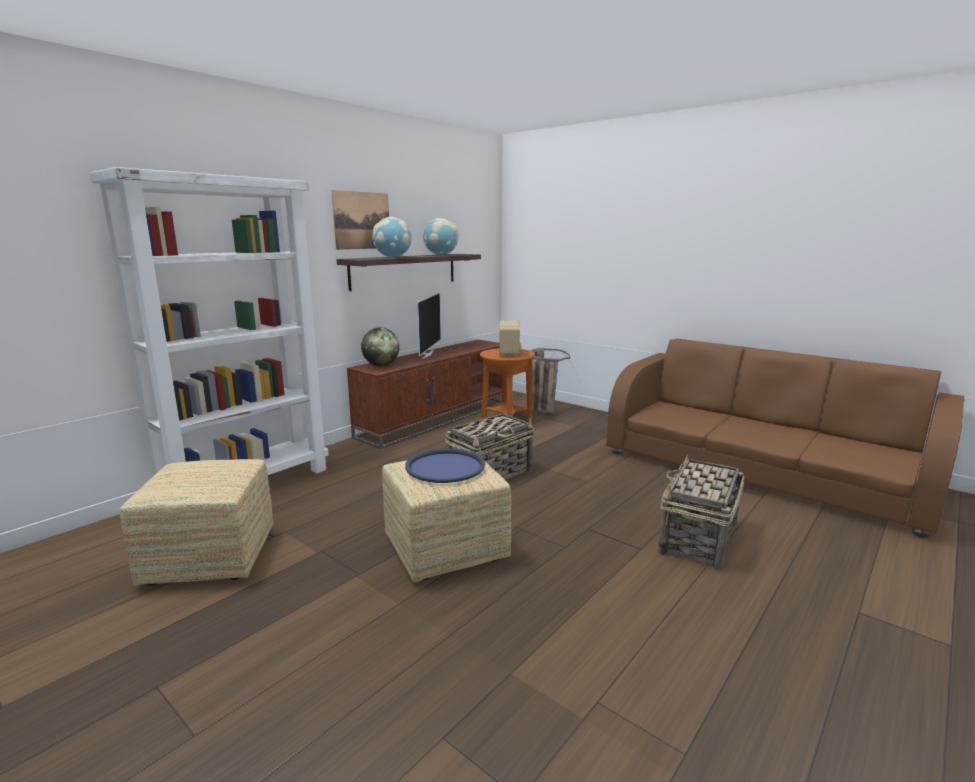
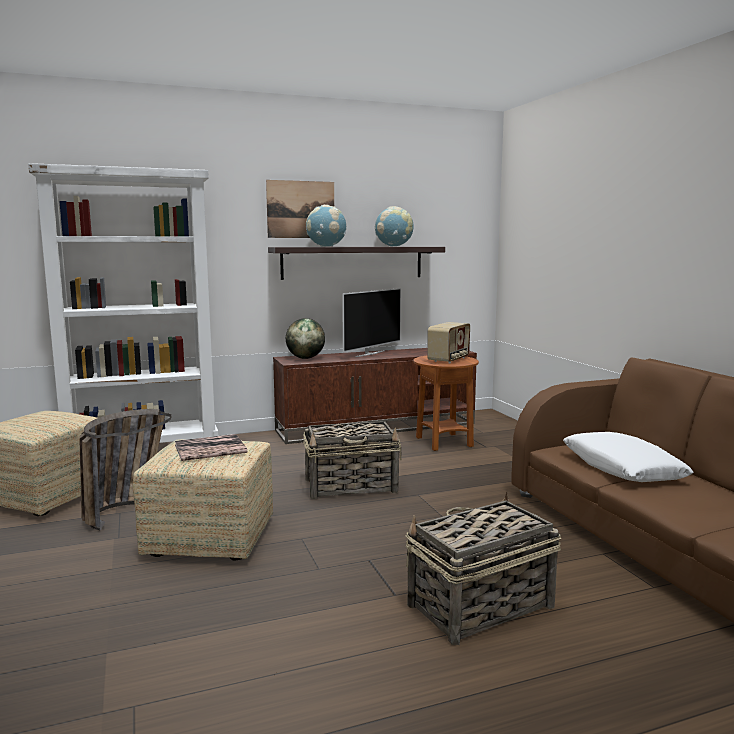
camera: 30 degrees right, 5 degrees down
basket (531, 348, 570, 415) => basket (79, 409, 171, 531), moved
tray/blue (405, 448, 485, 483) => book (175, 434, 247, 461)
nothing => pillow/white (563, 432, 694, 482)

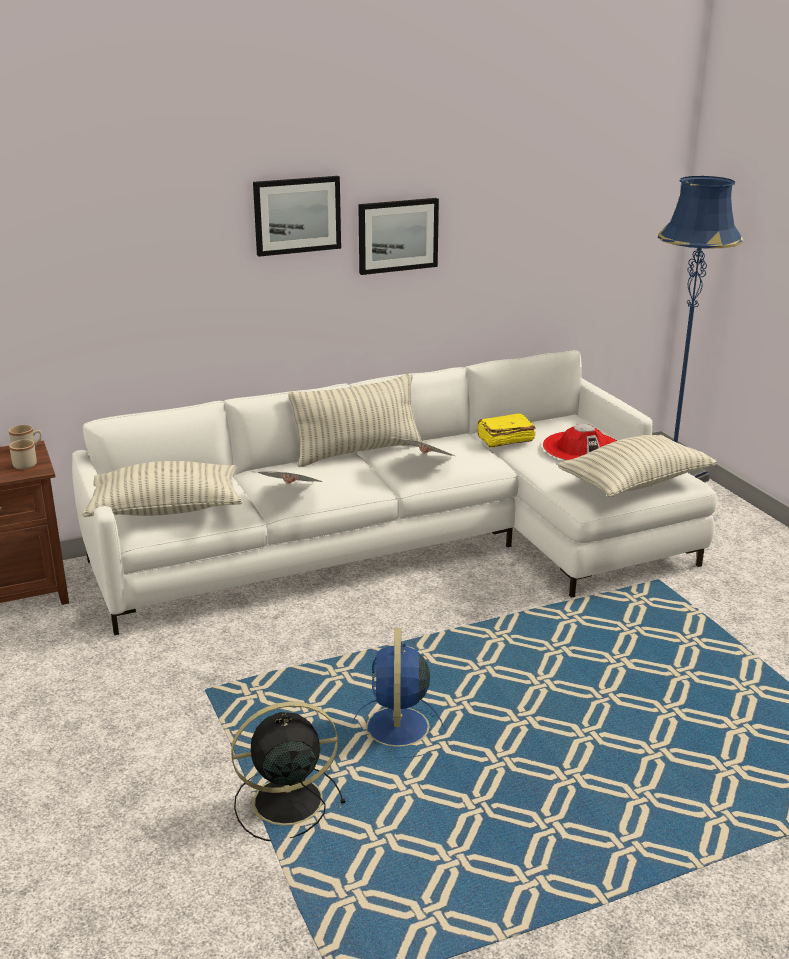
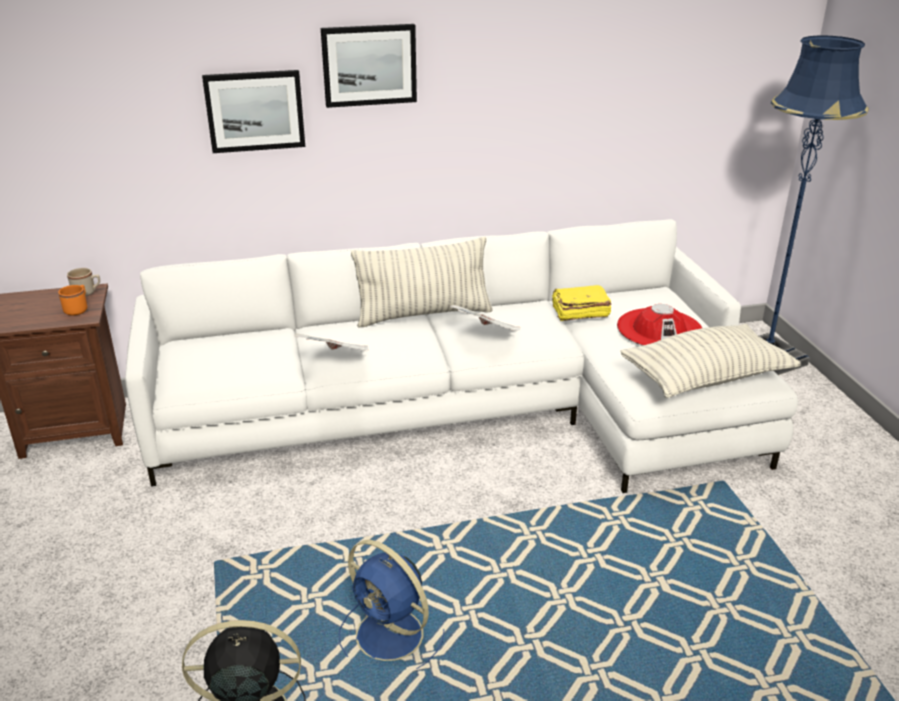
camera: 10 degrees right, 5 degrees up
mug/beige (9, 439, 37, 470) => mug/orange (58, 285, 87, 316)
picture (358, 198, 439, 275) => picture (202, 70, 305, 153), moved
fan/blue (353, 628, 445, 758) => fan/blue (339, 540, 444, 669), 60 degrees counterclockwise
pillow (82, 461, 243, 517) => nothing

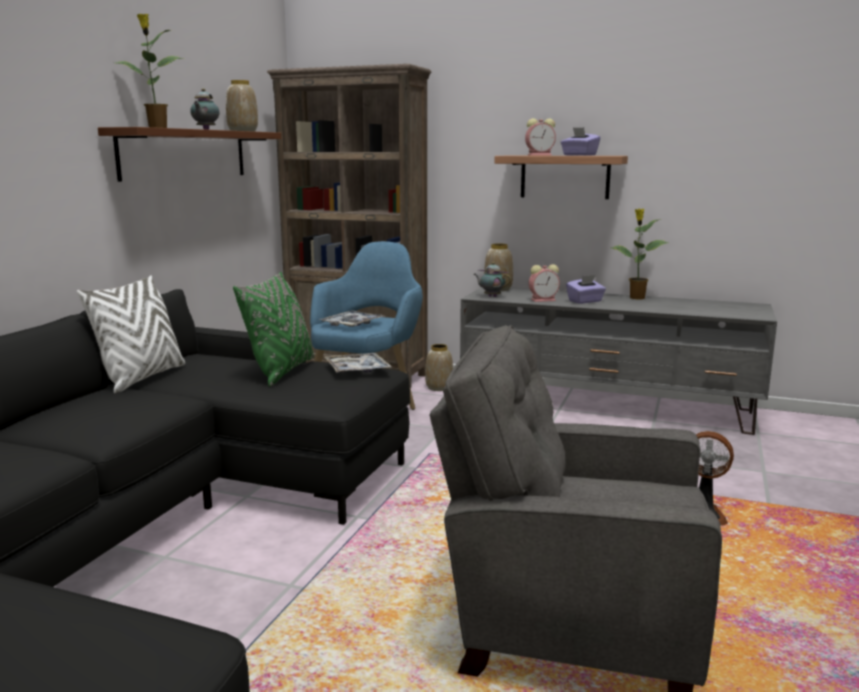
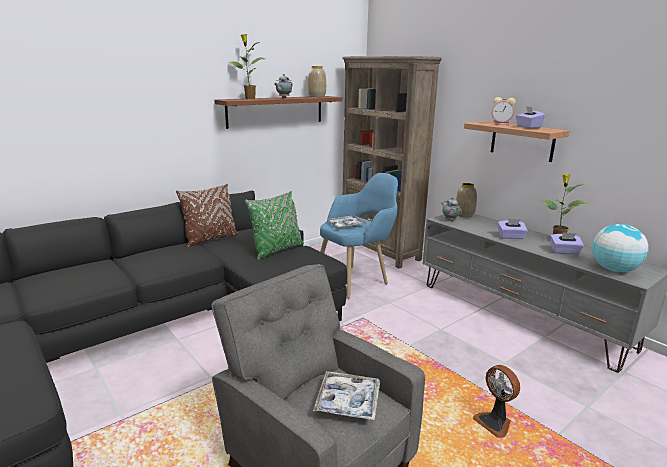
camera: 30 degrees right, 5 degrees up
pillow/white (77, 275, 185, 393) => pillow/brown (176, 184, 239, 247)
tray (325, 353, 391, 372) => tray (313, 371, 380, 420), moved
nothing => tissue box/purple (550, 232, 584, 255)
nothing => globe (592, 224, 649, 272)
vase (425, 344, 453, 391) => nothing
alarm clock (529, 264, 560, 302) => nothing

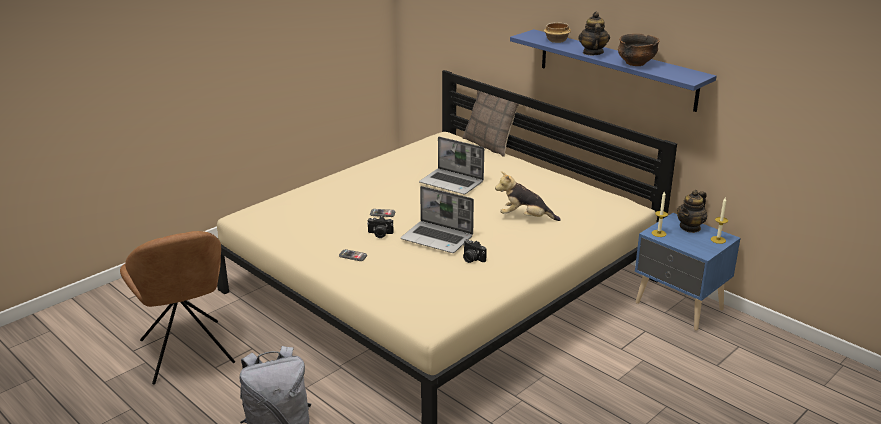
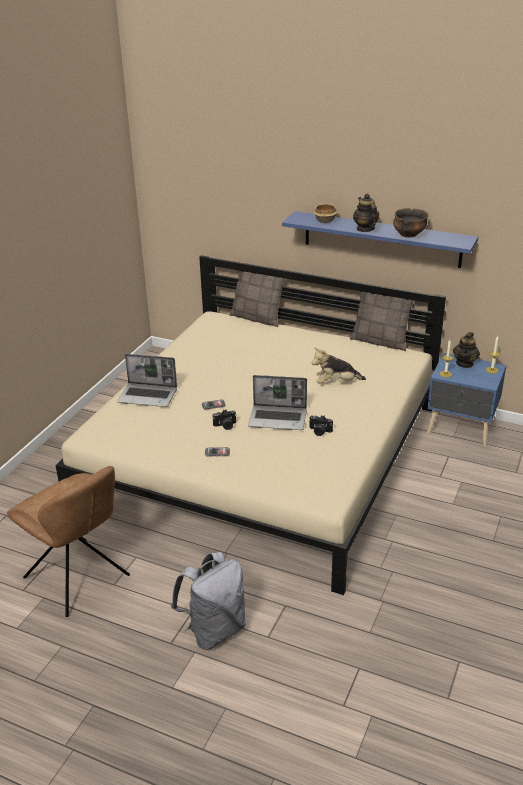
camera: 20 degrees left, 5 degrees up
laptop (419, 137, 484, 194) => laptop (117, 354, 177, 407), moved
nothing => pillow (350, 282, 414, 351)

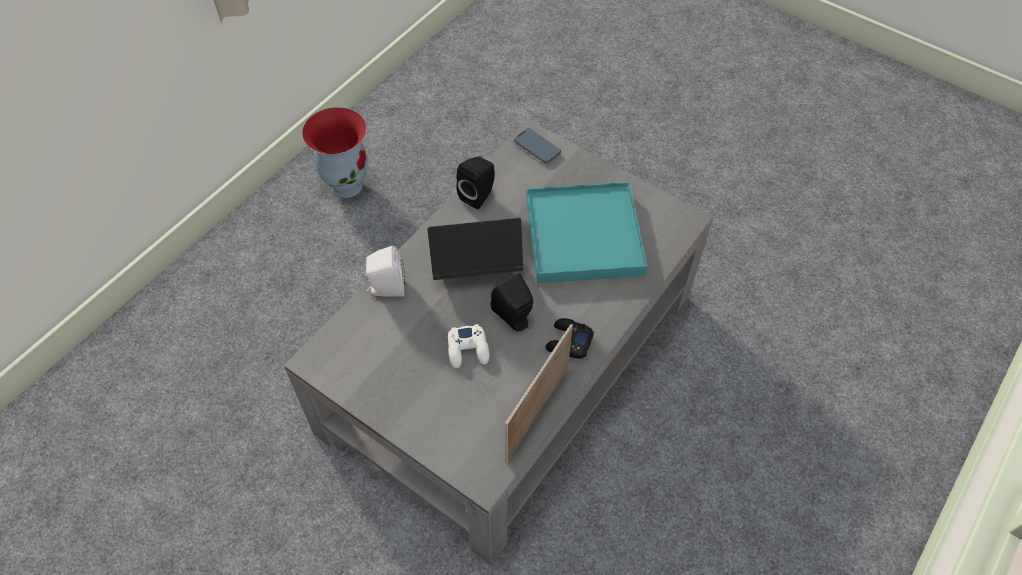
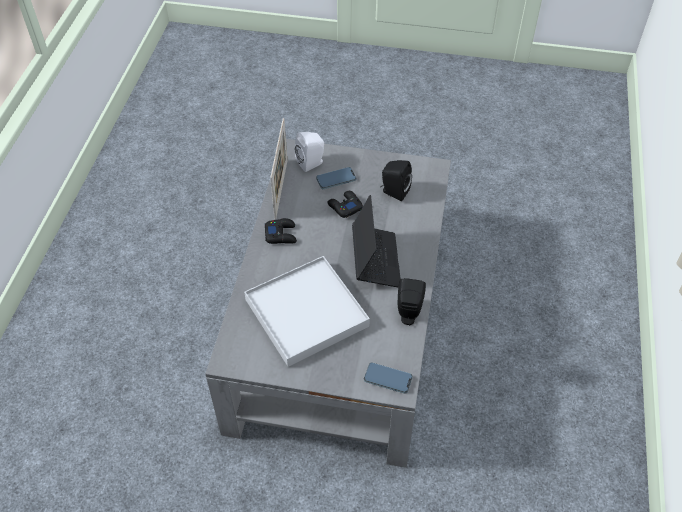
camera: 155 degrees right, 5 degrees down
tray/turquoise (526, 182, 647, 283) => tray/white (244, 256, 370, 367)
speaker/white (366, 246, 405, 297) => speaker/white (295, 132, 324, 172), moved
nothing => phone (316, 167, 356, 189)
game controller/white (448, 324, 489, 368) => game controller/black (327, 191, 363, 218)
laptop (427, 218, 523, 280) => laptop (352, 195, 401, 287), 60 degrees counterclockwise
speaker/black (491, 273, 533, 331) => speaker/black (381, 160, 412, 201), moved
vase (302, 107, 368, 198) => nothing

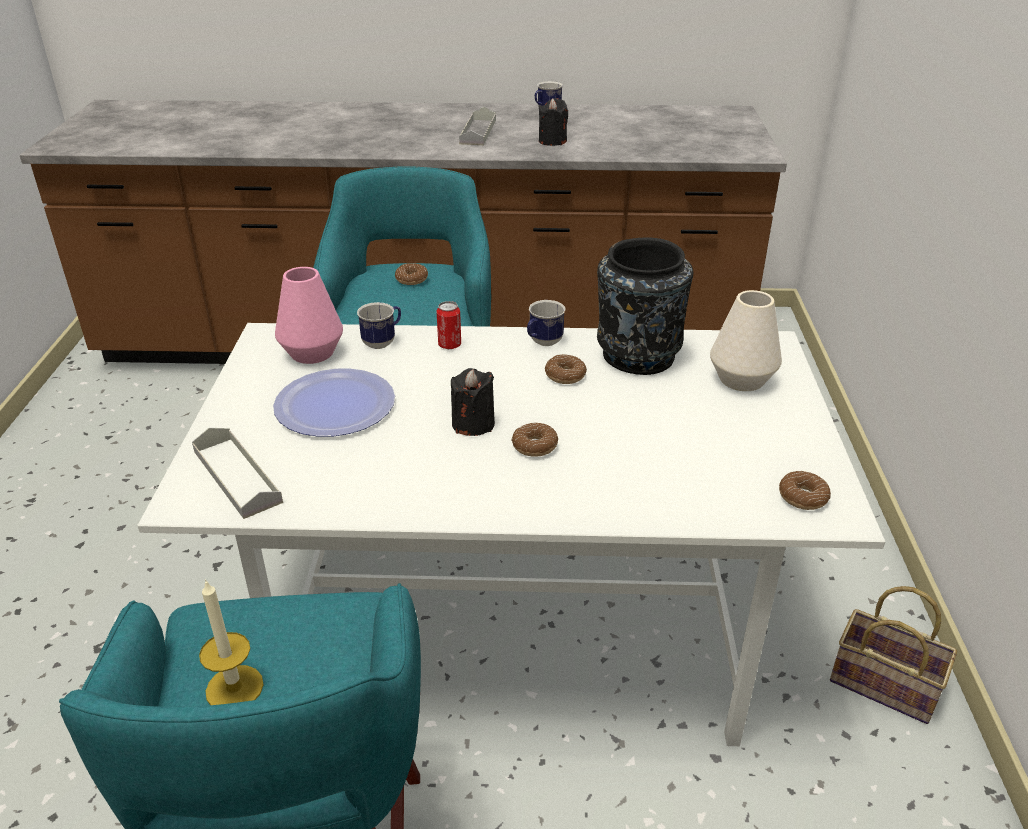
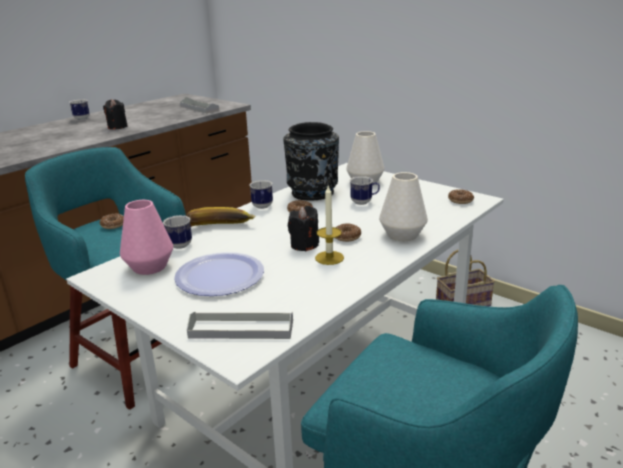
camera: 50 degrees left, 10 degrees down
tray/grey (459, 107, 496, 145) => tray/grey (180, 97, 219, 113), moved
can (436, 301, 461, 349) => banana (186, 207, 255, 225)
candle (199, 579, 264, 705) => candle (315, 186, 344, 265), moved
nothing => mug (350, 176, 380, 205)
nothing => vase/white (379, 172, 428, 241)

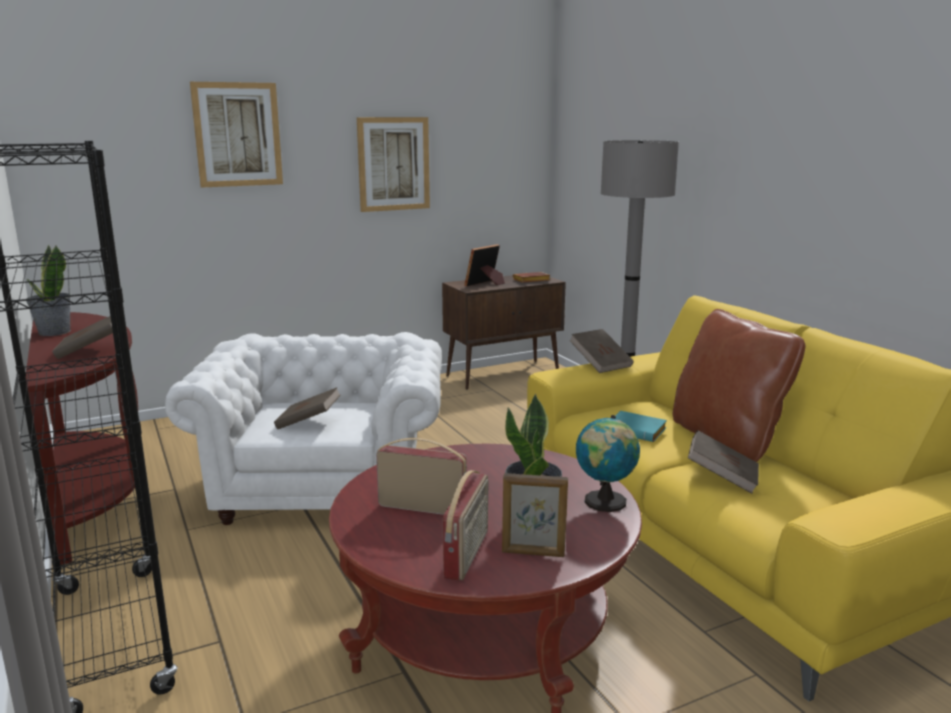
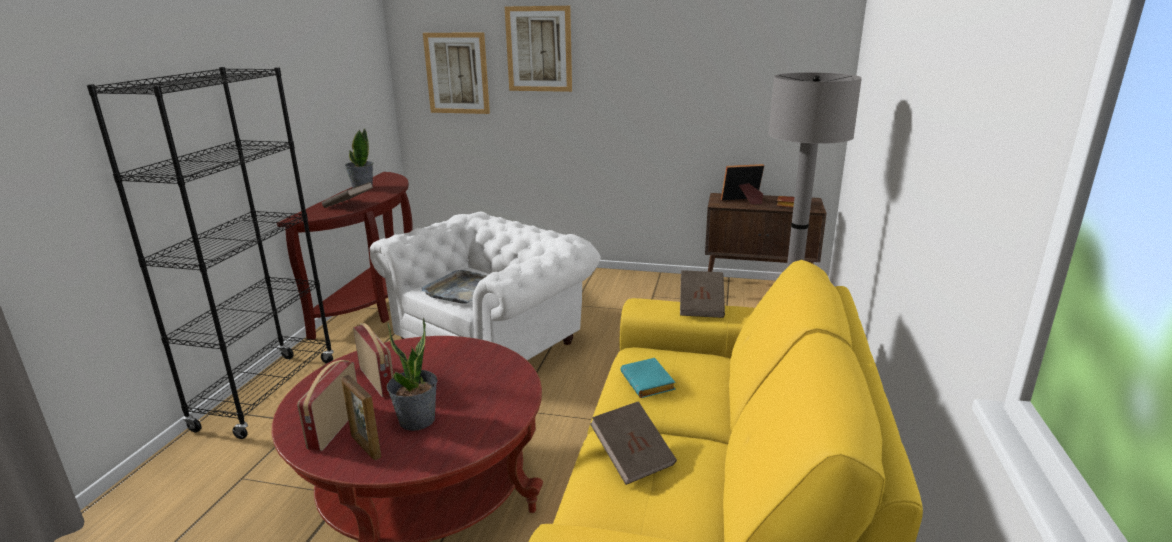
camera: 40 degrees right, 5 degrees up
radio (443, 470, 488, 580) => radio (297, 360, 357, 451), 135 degrees clockwise
book/brown (274, 388, 341, 429) => tray/grey (421, 270, 486, 304)
picture (357, 117, 430, 212) => picture (423, 32, 490, 114), moved
globe (576, 415, 640, 512) => nothing
pillow/brown (673, 309, 805, 462) => nothing

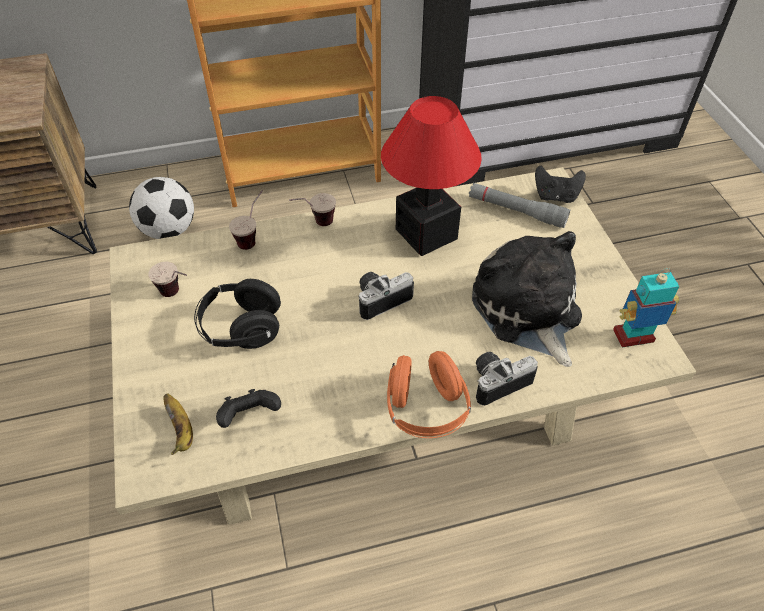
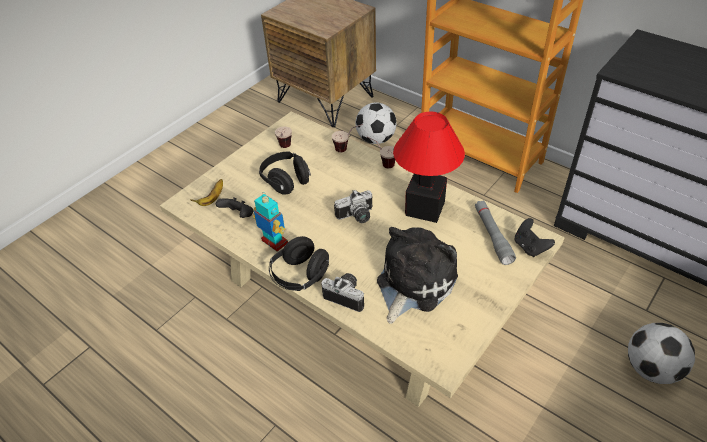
camera: 55 degrees right, 5 degrees down
toy robot (613, 268, 679, 347) => toy robot (253, 192, 288, 252), moved
headphones/orange (387, 351, 471, 438) => headphones/black (269, 236, 329, 291)
photo camera (358, 272, 414, 320) => photo camera (334, 190, 372, 223), 135 degrees clockwise
nothing => football (628, 323, 695, 384)

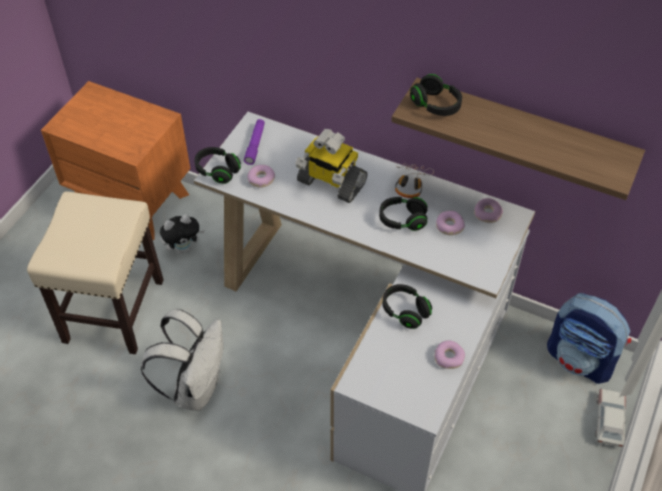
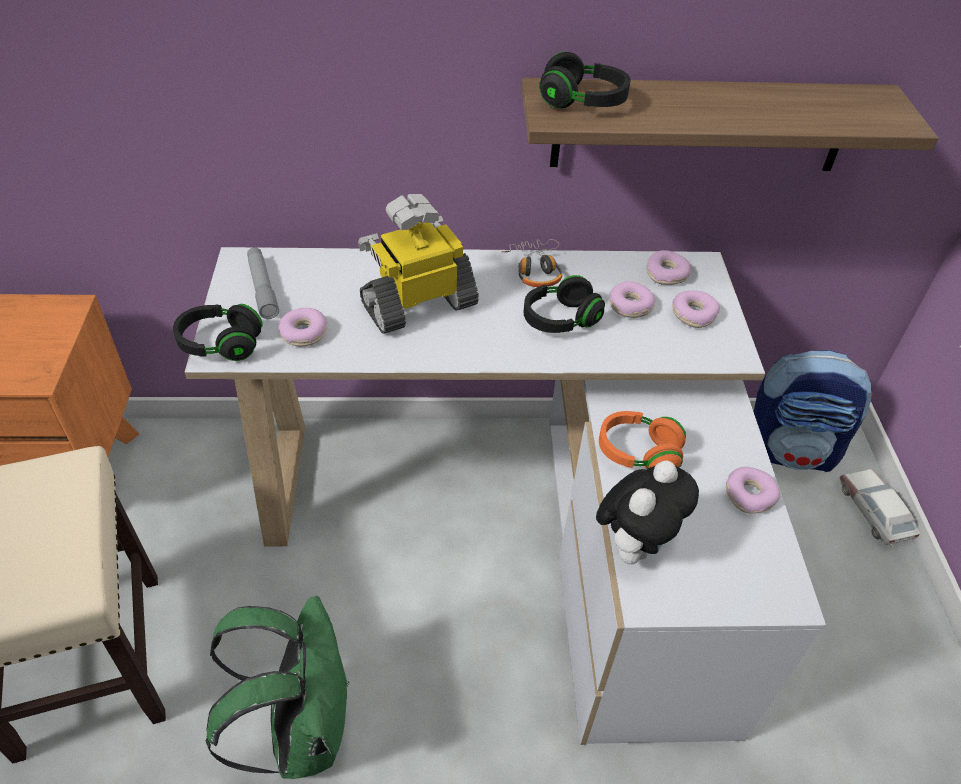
camera: 30 degrees left, 5 degrees down
backpack/white (141, 309, 223, 411) => backpack/green (205, 596, 349, 779)
flashlight/purple (244, 119, 265, 165) => flashlight/grey (247, 247, 279, 319)
toy robot (295, 129, 368, 203) => toy robot (358, 194, 479, 334), 150 degrees clockwise
plush toy (160, 214, 205, 254) => plush toy (596, 460, 699, 564), moved
headphones/black (383, 284, 432, 329) => headphones/orange (599, 411, 686, 469)
nothing => donut (672, 291, 720, 328)

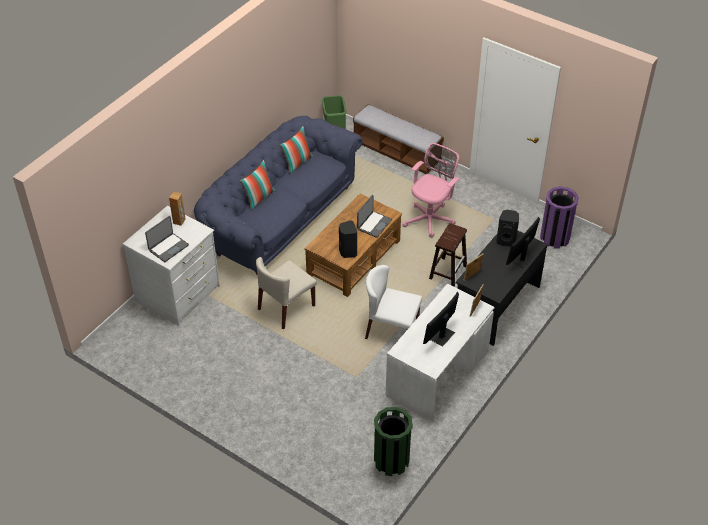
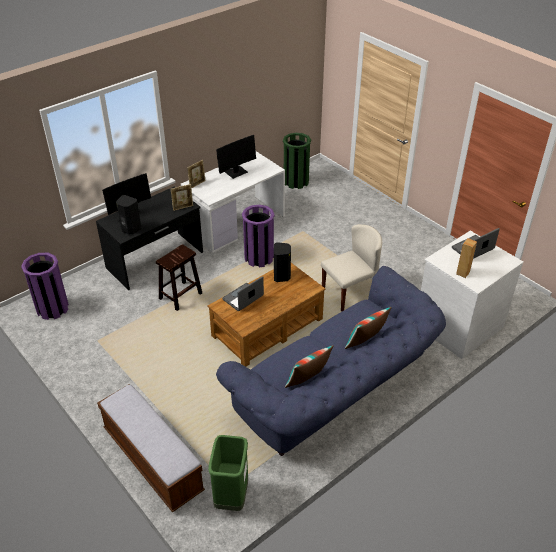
camera: 165 degrees left, 5 degrees down
chair/white (365, 265, 422, 339) => trash can/purple (242, 205, 275, 267)
office chair/pink (402, 143, 460, 238) => nothing

